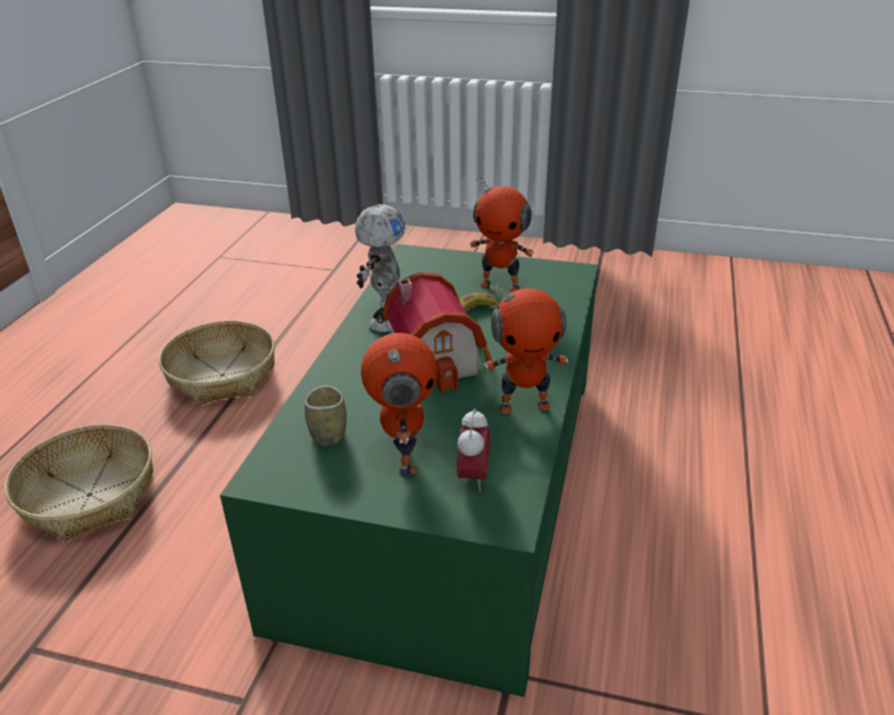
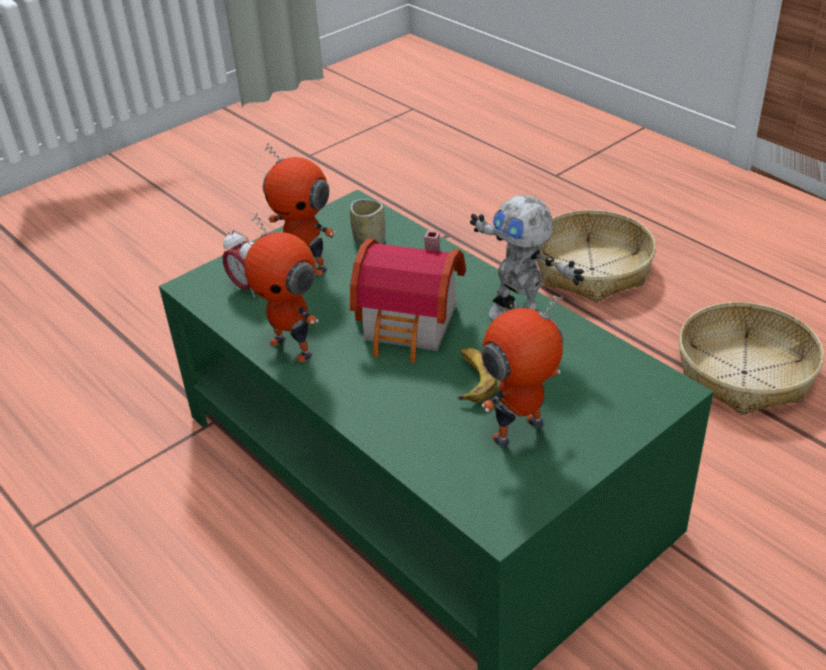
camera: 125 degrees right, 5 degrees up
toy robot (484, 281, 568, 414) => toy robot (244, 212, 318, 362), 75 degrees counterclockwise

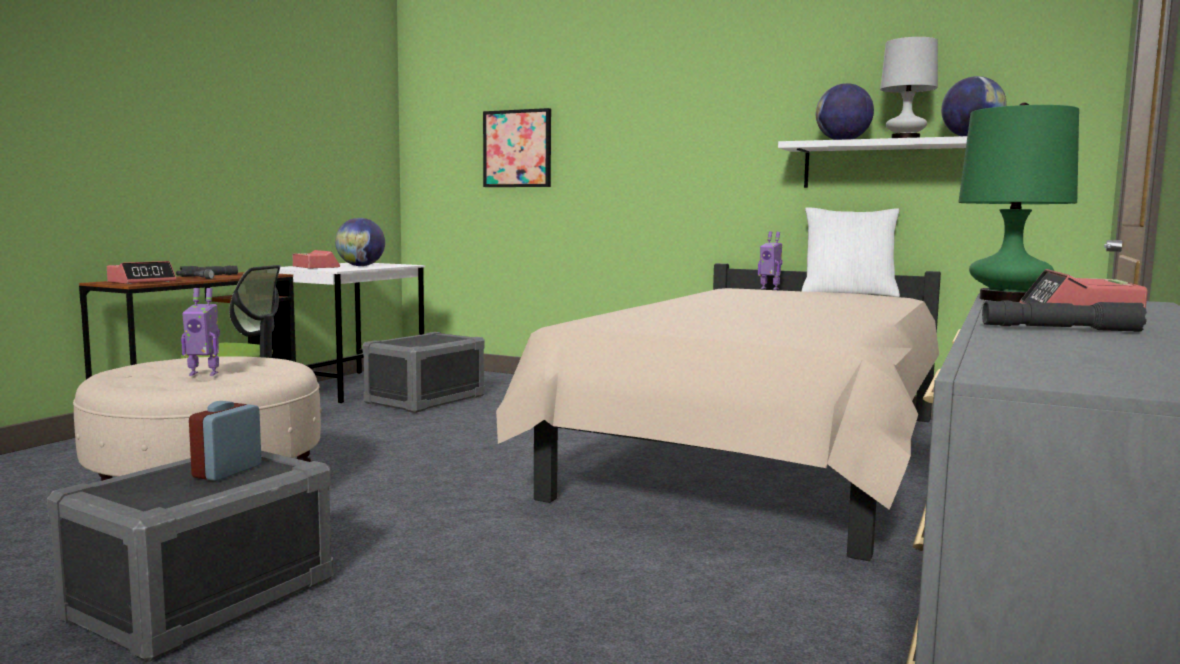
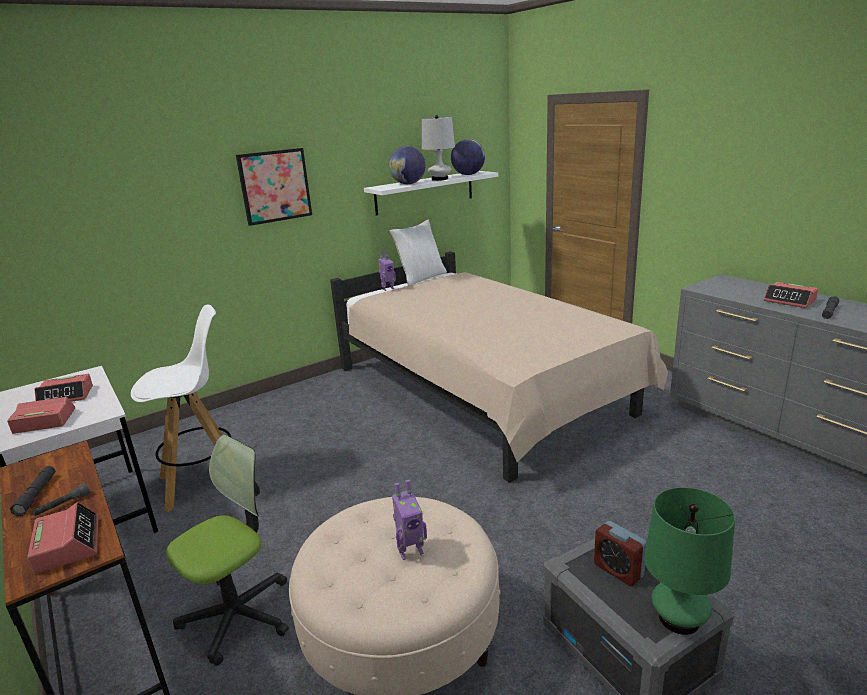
camera: 60 degrees left, 15 degrees up
globe (335, 218, 385, 266) => alarm clock (34, 374, 93, 402)
storage box/grey (362, 332, 485, 413) => stool/white (131, 305, 231, 512)
picture (483, 108, 551, 187) => picture (236, 148, 312, 226), moved
toy robot (181, 288, 220, 376) => toy robot (392, 480, 427, 560), 45 degrees clockwise
table lamp/green (959, 103, 1079, 302) => table lamp/green (644, 487, 735, 635), moved

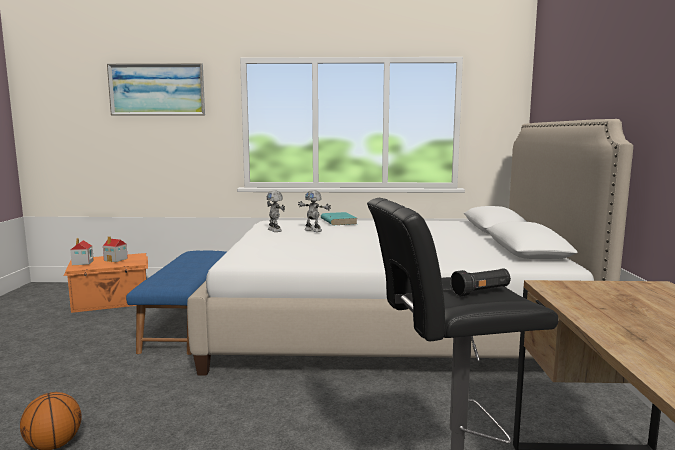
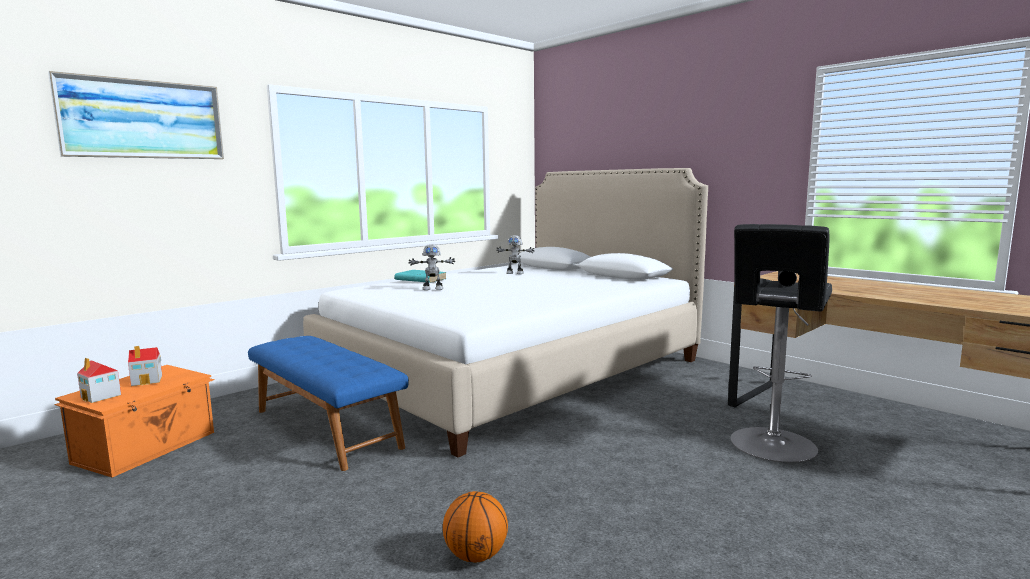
camera: 45 degrees left, 0 degrees up
toy robot (267, 190, 285, 232) => toy robot (496, 235, 535, 274), moved

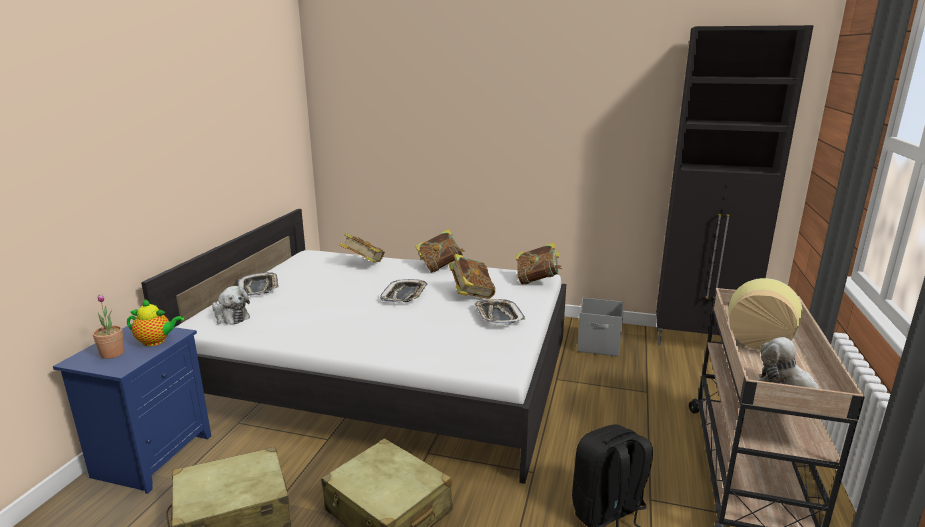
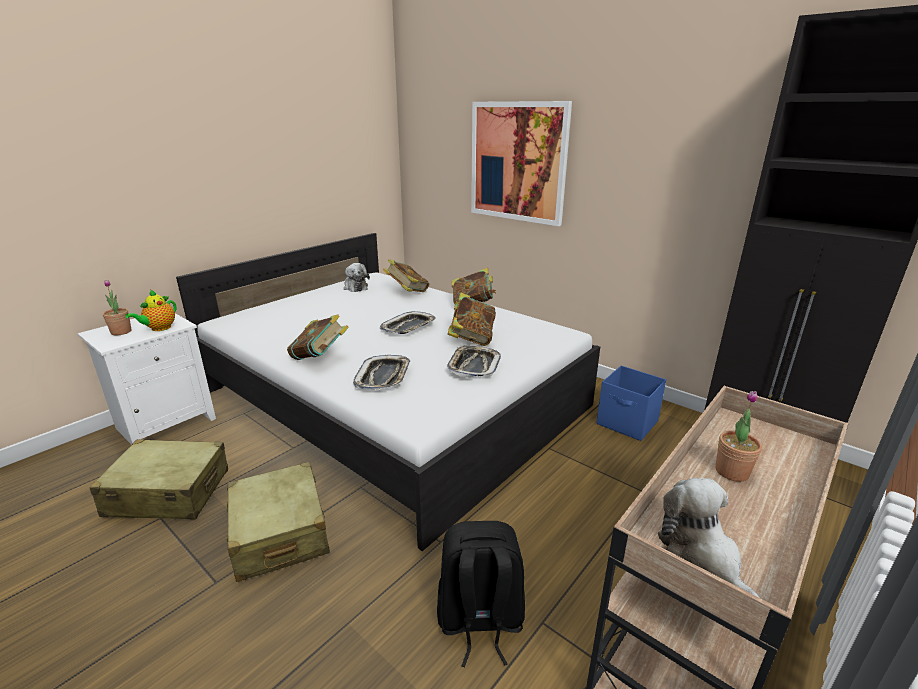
camera: 25 degrees right, 5 degrees up
nightstand/blue (53, 323, 211, 494) => nightstand/white (77, 313, 216, 445)
teapot (127, 299, 184, 346) => teapot (125, 290, 176, 331), 90 degrees clockwise
book (516, 242, 562, 285) => book (287, 314, 349, 360), moved
plush toy (212, 286, 250, 325) => plush toy (344, 263, 370, 292), moved
tray (238, 272, 279, 296) => tray (353, 355, 410, 390), moved
nothing => picture (471, 101, 572, 226)
storage box/grey (577, 298, 623, 357) => storage box/blue (597, 366, 666, 441)
vase (728, 278, 802, 350) => potted plant (715, 391, 762, 482)

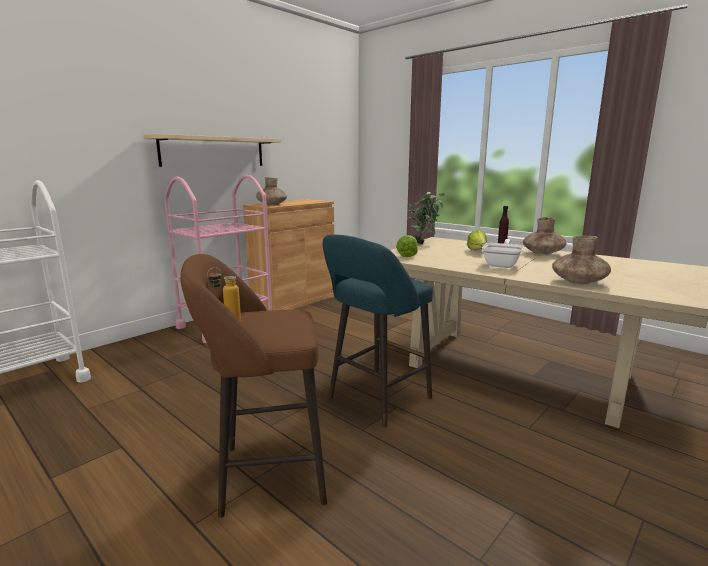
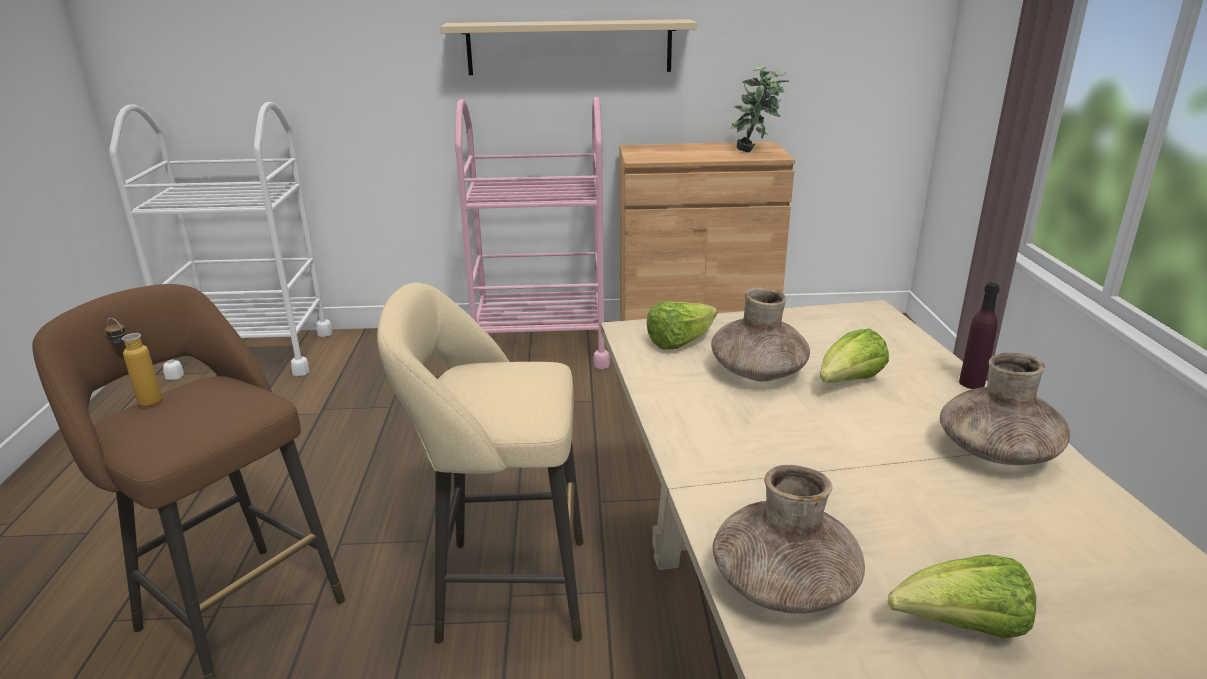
camera: 45 degrees right, 10 degrees up
stool/turquoise (323, 235, 433, 428) => stool/beige (377, 283, 584, 643)
vase/brown (256, 177, 287, 205) => vase/brown (711, 287, 810, 381), moved
potted plant (408, 192, 445, 244) => potted plant (730, 66, 789, 152), moved
nothing => lettuce (888, 554, 1036, 639)
frying pan (482, 239, 524, 268) => nothing

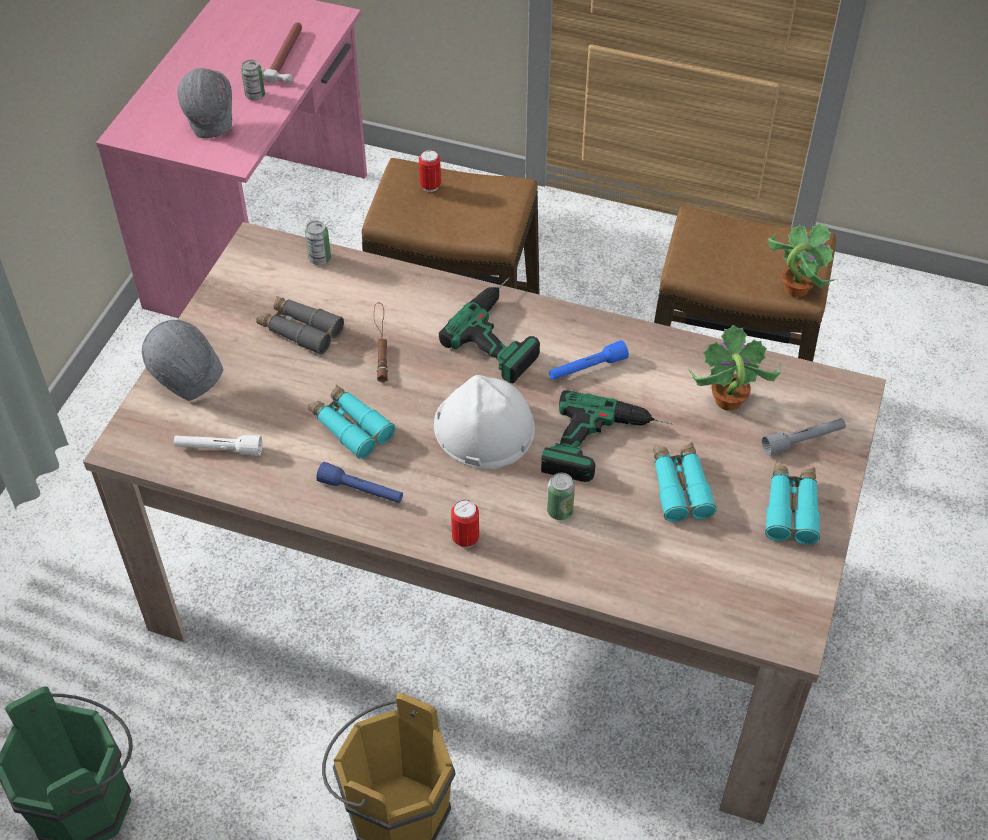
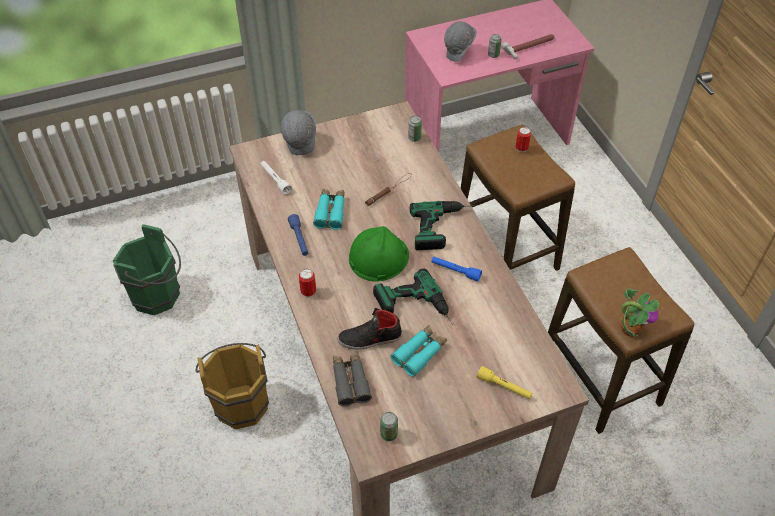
camera: 50 degrees right, 0 degrees up
binoculars/grey (256, 296, 344, 355) => binoculars/grey (333, 352, 372, 406), moved
nothing => shoe/black (338, 308, 402, 350)
hard hat/white (434, 375, 535, 469) => hard hat/green (349, 226, 409, 281)
can (547, 473, 575, 520) => can (380, 412, 398, 441), moved
flashlight/grey (762, 418, 846, 456) => flashlight/yellow (477, 366, 532, 399)
potted plant (688, 325, 781, 411) => nothing
binoculars/turquoise (765, 463, 820, 545) => nothing

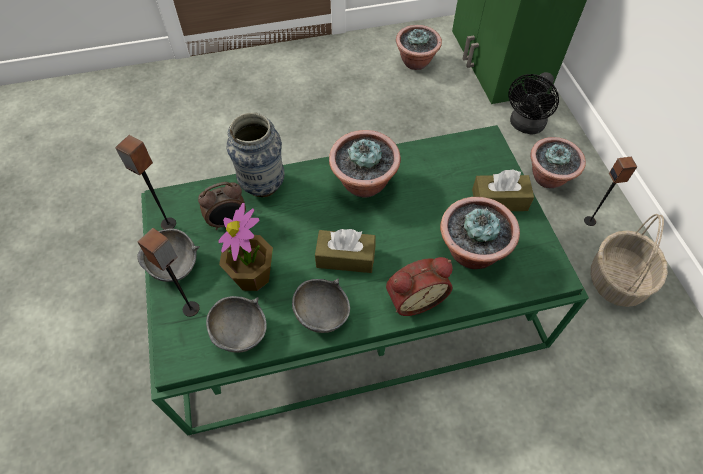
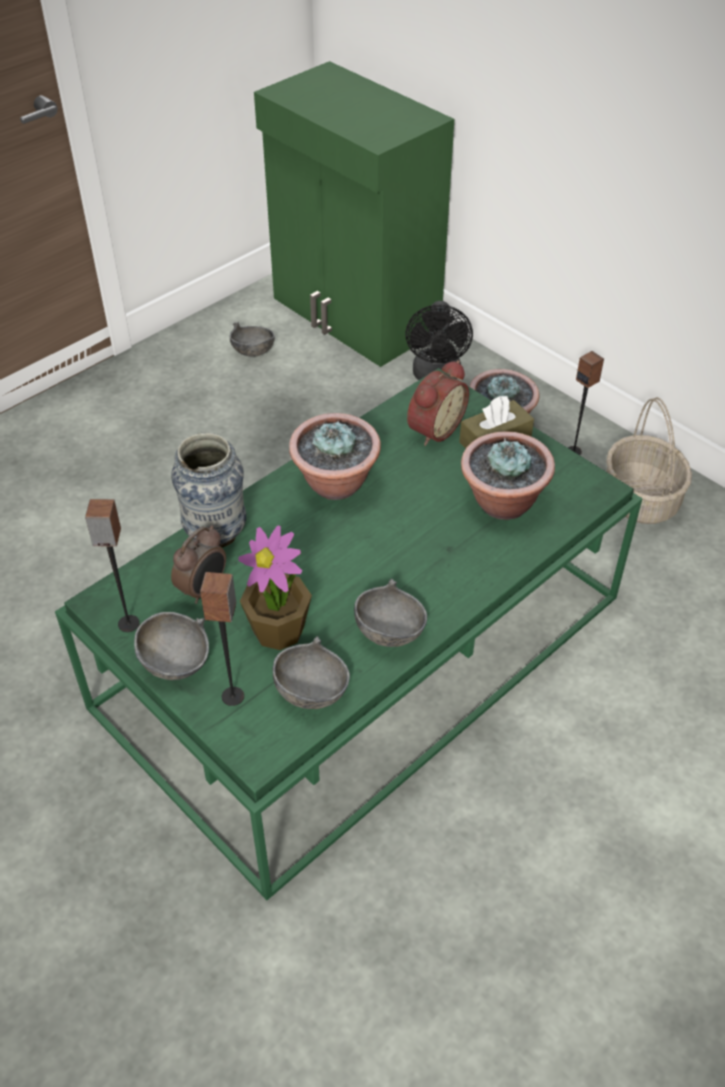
camera: 30 degrees left, 10 degrees down
potted plant (396, 25, 442, 70) => bowl/grey (229, 322, 275, 357)
alarm clock (386, 257, 453, 316) => alarm clock (407, 360, 469, 446), moved
tissue box/brown (315, 229, 376, 273) => nothing

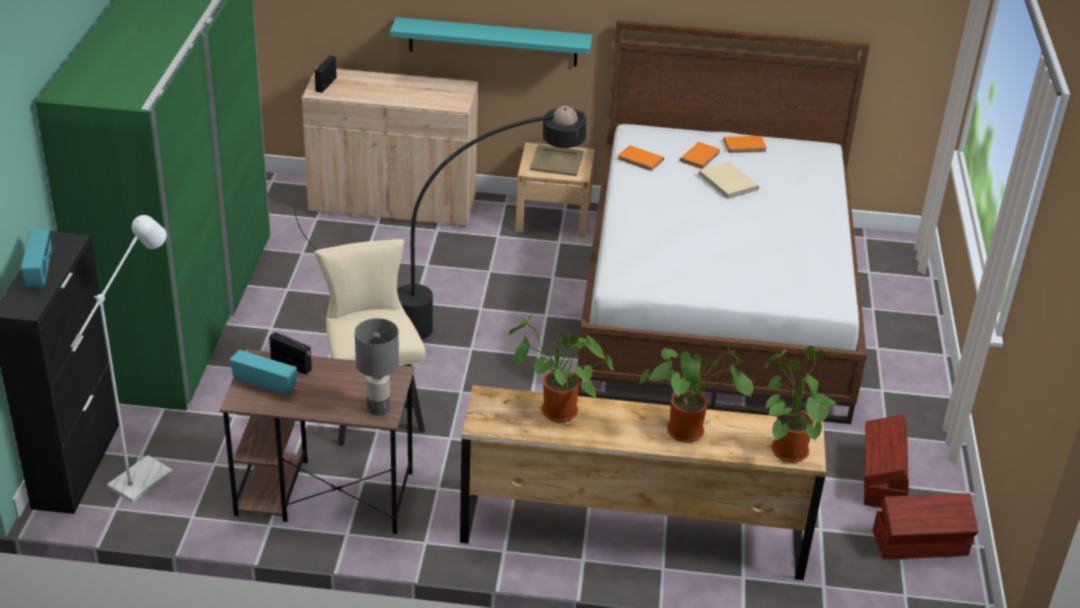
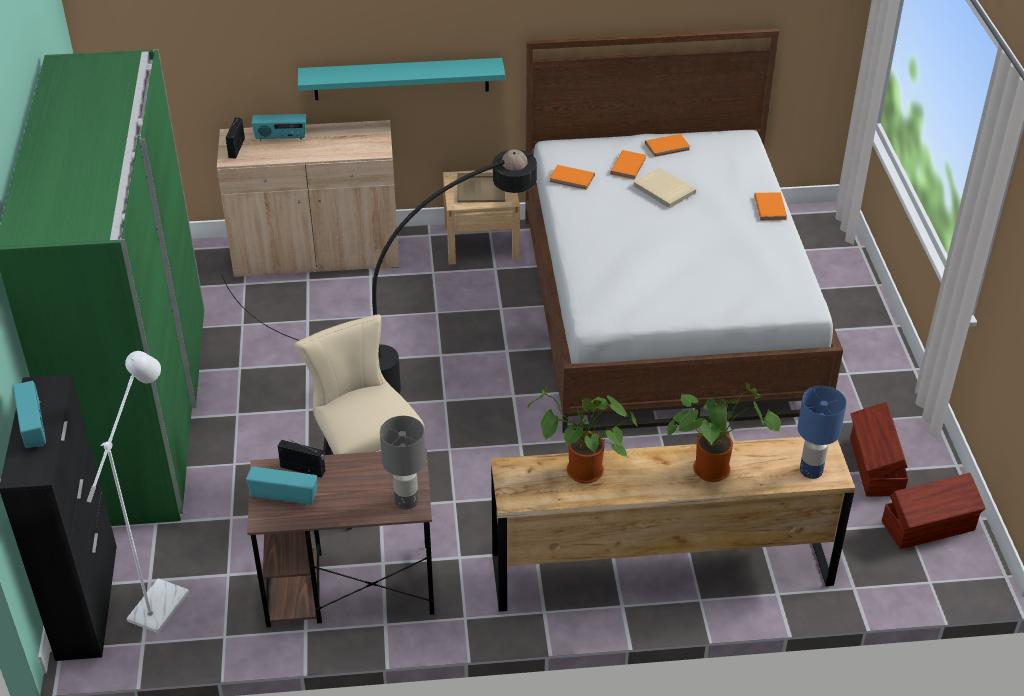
camera: 10 degrees left, 5 degrees up
nothing => radio (252, 114, 306, 141)
nothing => book/orange (754, 192, 787, 221)
potted plant (764, 345, 838, 463) => table lamp/blue (797, 386, 847, 479)

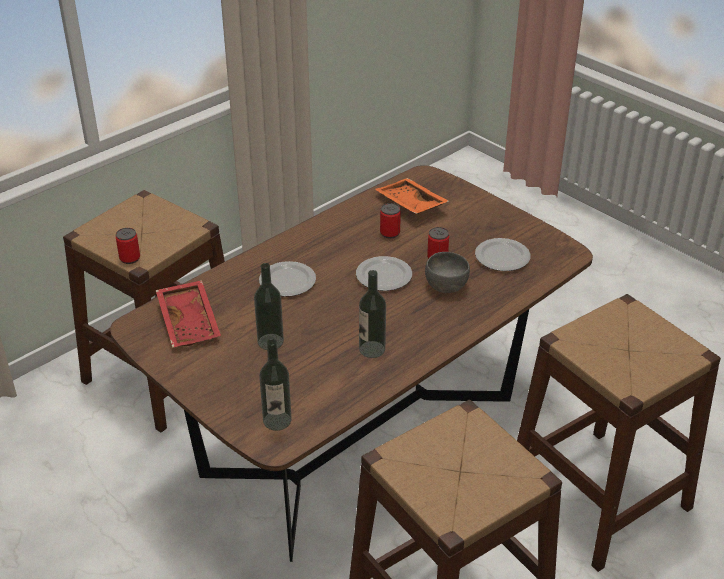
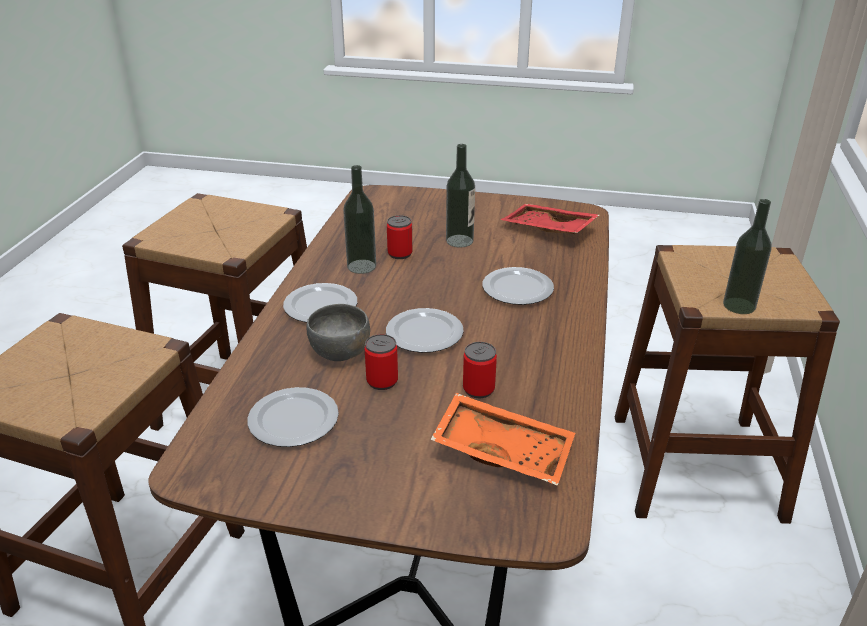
camera: 145 degrees right, 5 degrees down
nothing => plate (283, 283, 357, 323)
can (116, 228, 140, 264) => can (387, 215, 412, 259), moved
bottle (259, 339, 292, 431) => bottle (723, 199, 771, 314), moved

